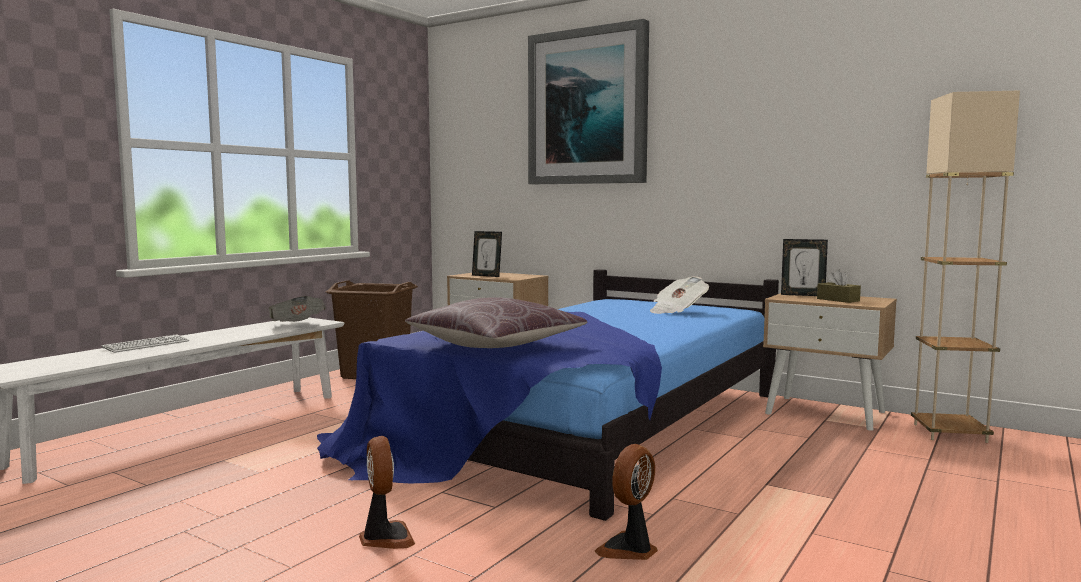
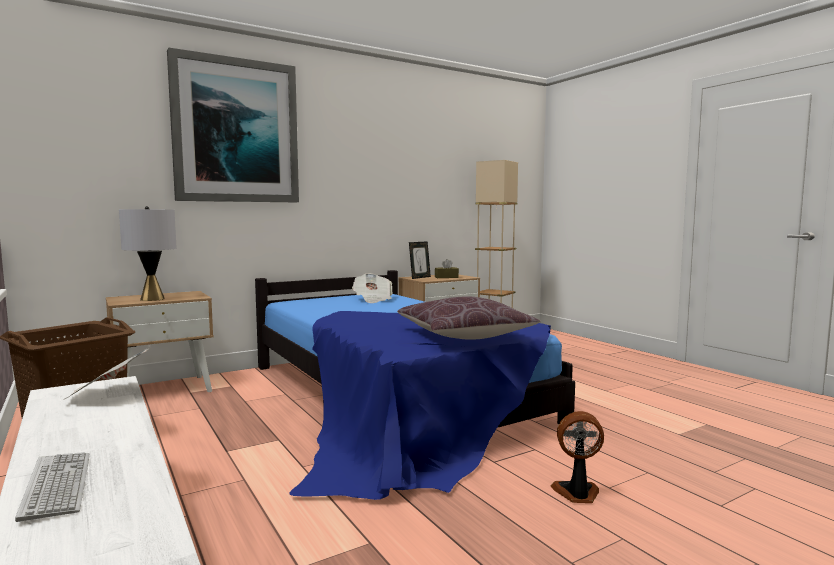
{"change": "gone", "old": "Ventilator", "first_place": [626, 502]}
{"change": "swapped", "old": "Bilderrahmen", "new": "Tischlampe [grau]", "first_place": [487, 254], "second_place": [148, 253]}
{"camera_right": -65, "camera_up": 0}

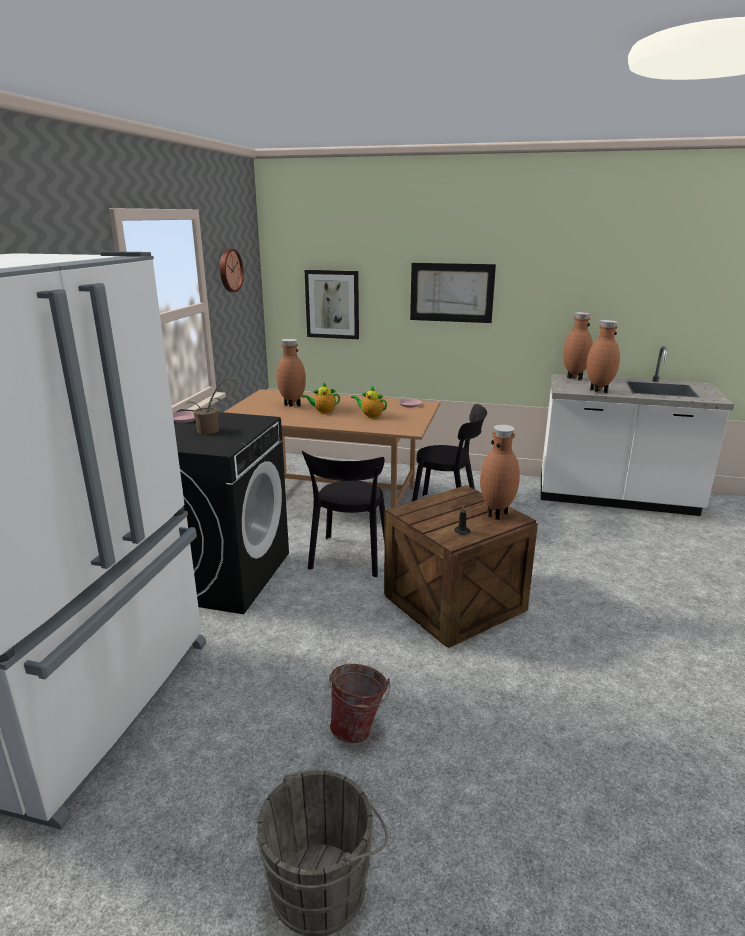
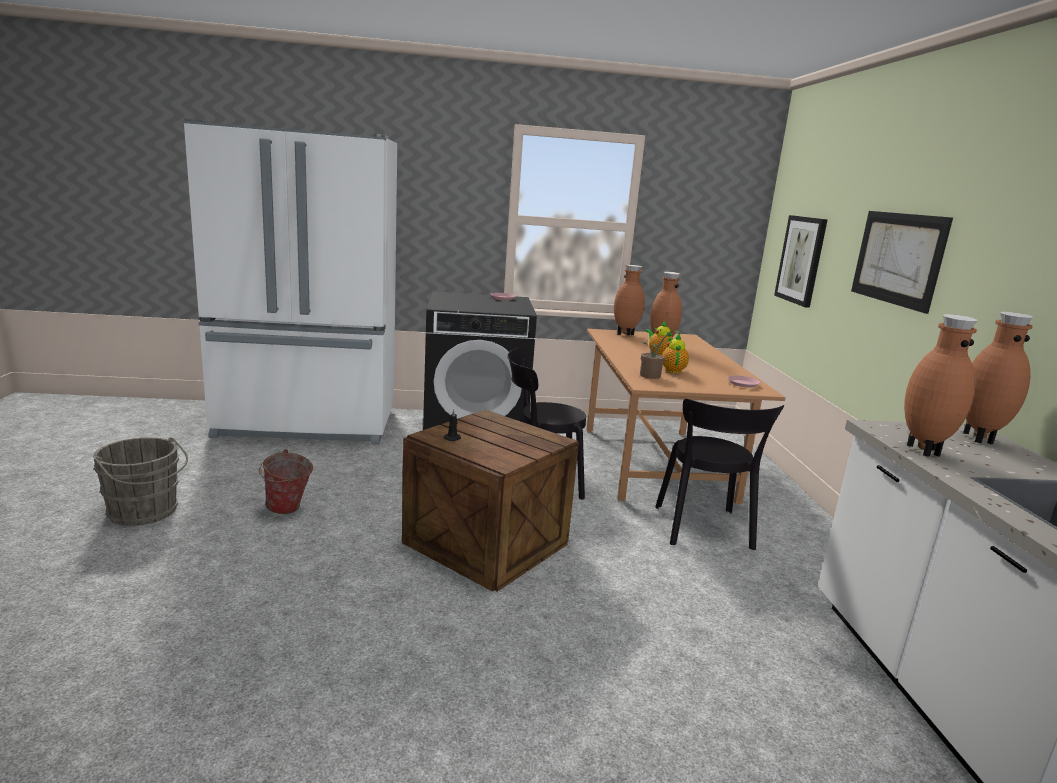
{"change": "gone", "old": "Wanduhr", "first_place": [232, 270]}
{"change": "shifted", "old": "Topfpflanze", "first_place": [211, 405], "second_place": [660, 354]}
{"change": "shifted", "old": "Vase [braun]", "first_place": [500, 472], "second_place": [629, 300]}
{"camera_right": 70, "camera_up": -5}

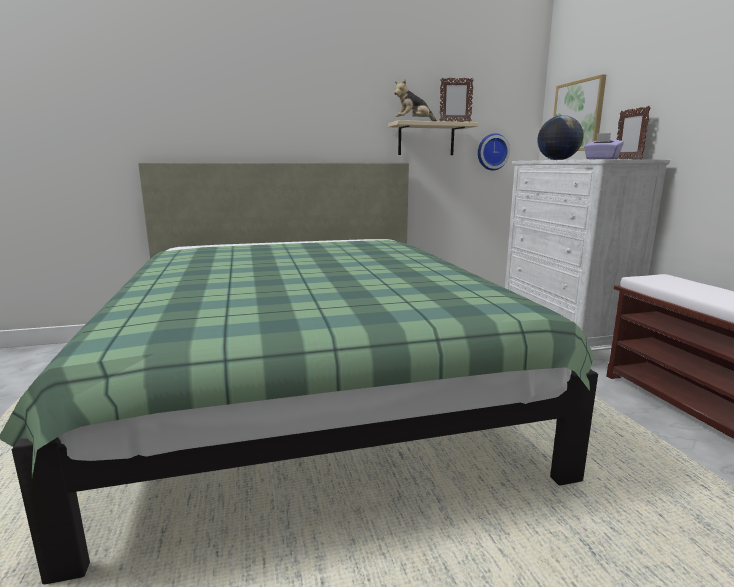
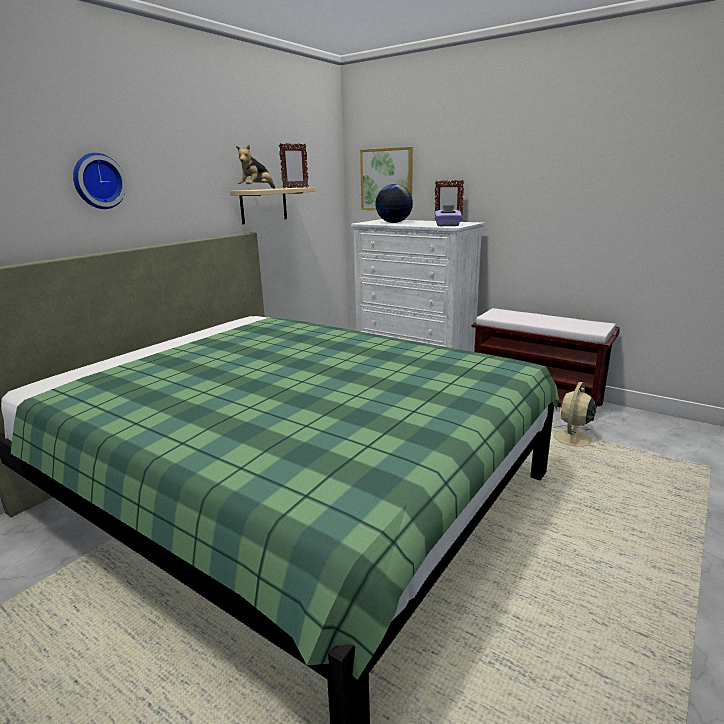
{"change": "new", "new": "Ventilator [beige]", "second_place": [576, 417]}
{"change": "shifted", "old": "Wanduhr", "first_place": [494, 151], "second_place": [99, 181]}
{"camera_right": -40, "camera_up": 5}

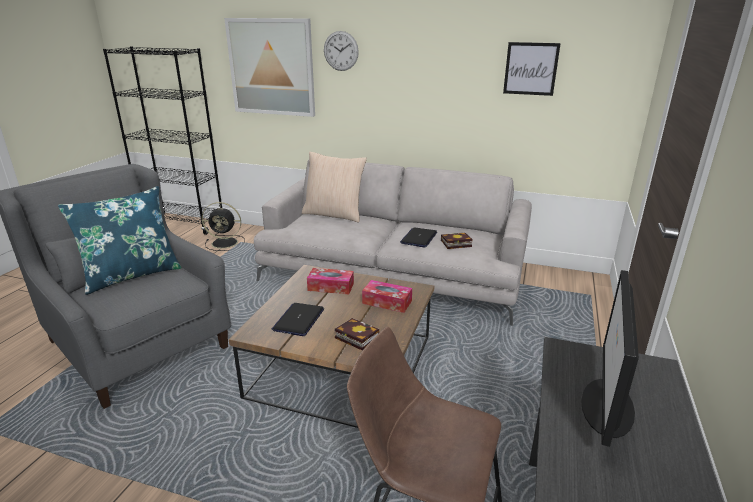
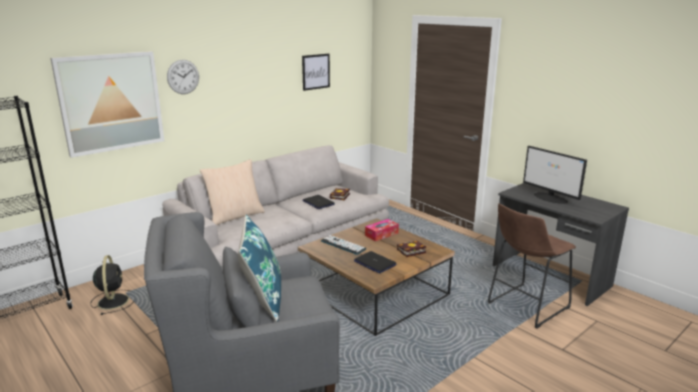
{"change": "swapped", "old": "Taschentuchbox", "new": "Tastatur", "first_place": [330, 281], "second_place": [343, 245]}
{"change": "rotated", "old": "Ventilator [schwarz]", "first_place": [223, 226], "second_place": [112, 285], "degrees": -45}
{"camera_right": -60, "camera_up": -5}

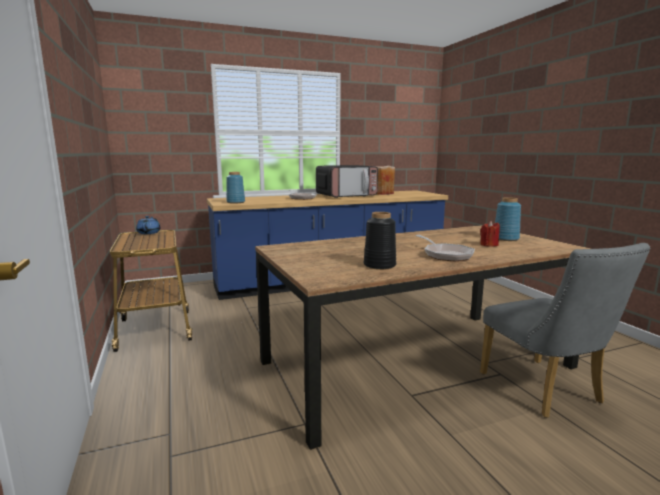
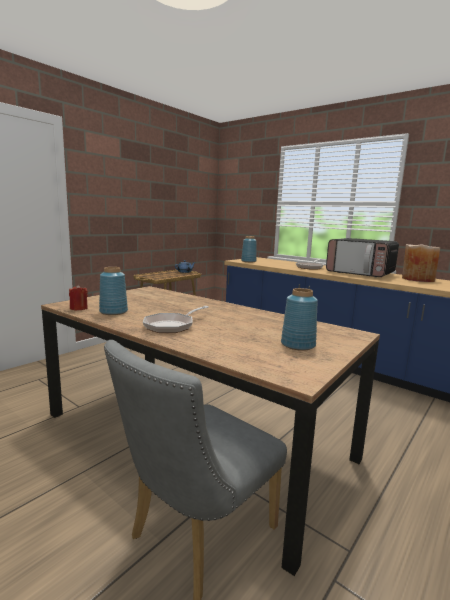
{"change": "shifted", "old": "Kerze [rot]", "first_place": [490, 234], "second_place": [78, 297]}
{"change": "repainted", "old": "Vase [schwarz]", "new": "Vase [blau]", "first_place": [380, 241], "second_place": [113, 291]}
{"camera_right": 60, "camera_up": 0}

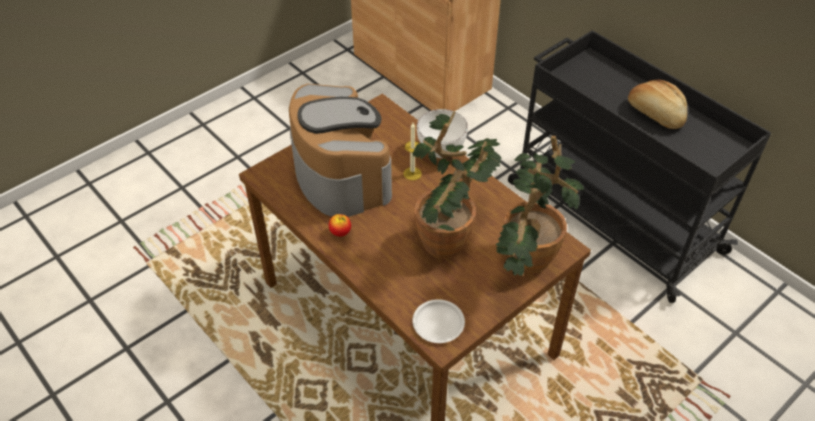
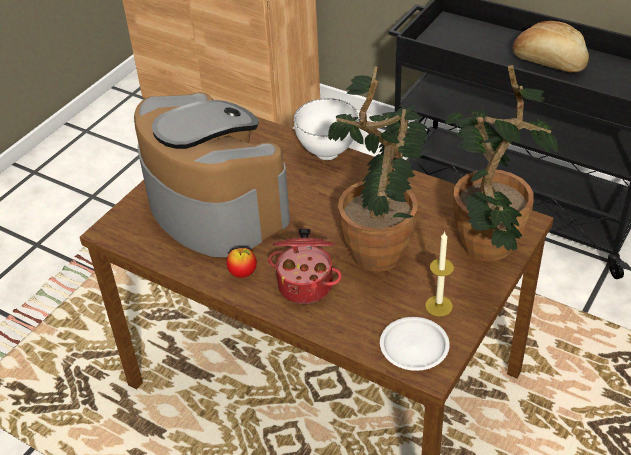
{"change": "new", "new": "Kochtopf", "second_place": [305, 266]}
{"change": "shifted", "old": "Kerze", "first_place": [412, 152], "second_place": [439, 274]}
{"camera_right": -15, "camera_up": -5}

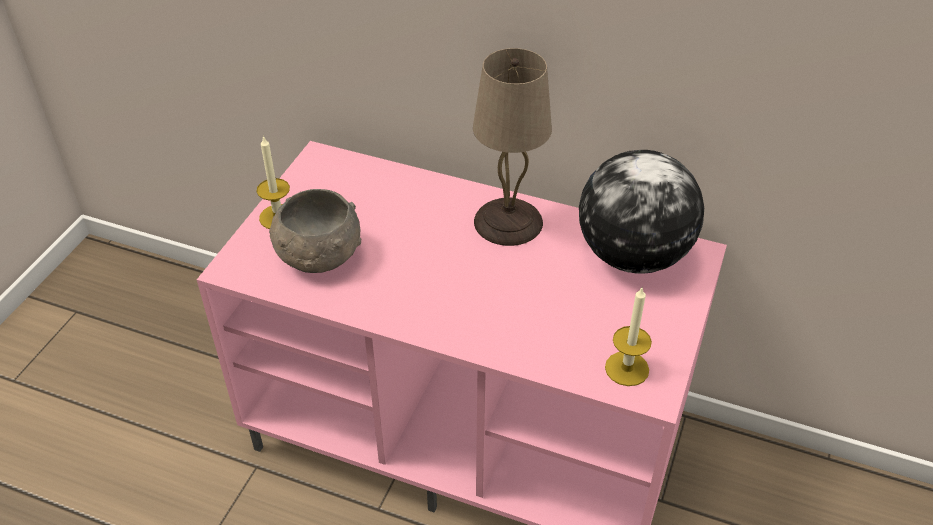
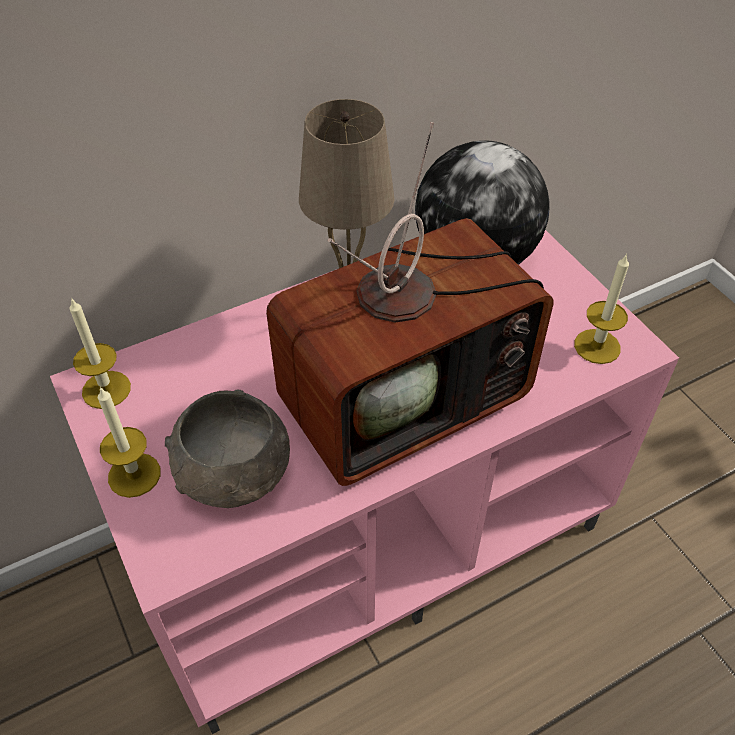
{"change": "new", "new": "Kerze", "second_place": [100, 353]}
{"change": "new", "new": "Fernseher", "second_place": [410, 304]}
{"camera_right": -50, "camera_up": 5}

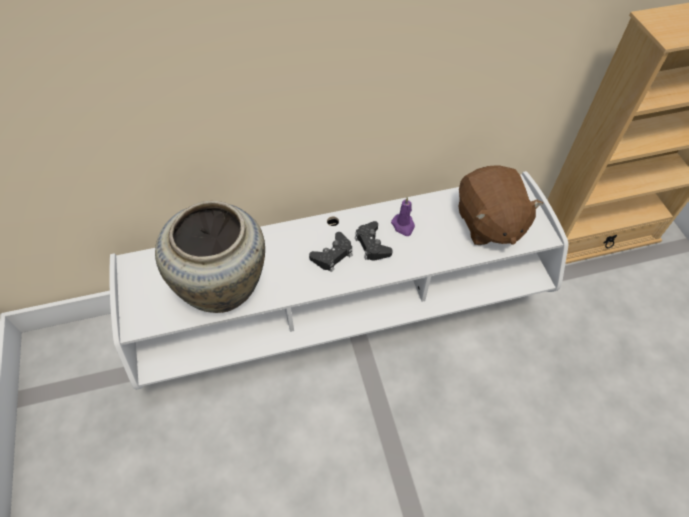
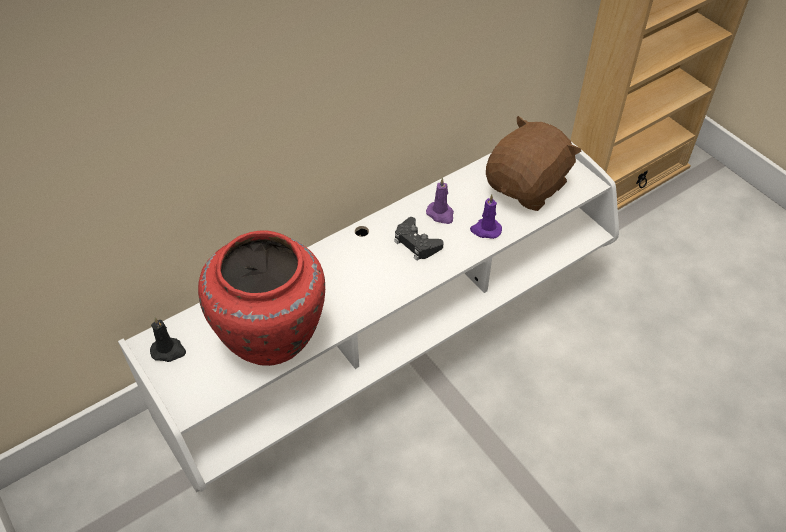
{"change": "gone", "old": "Gamepad [schwarz]", "first_place": [330, 252]}
{"change": "new", "new": "Kerze [schwarz]", "second_place": [168, 339]}
{"change": "new", "new": "Kerze [lila]", "second_place": [486, 216]}
{"change": "repainted", "old": "Vase [beige]", "new": "Vase [rot]", "first_place": [210, 257], "second_place": [261, 298]}
{"change": "rotated", "old": "Plüschtier [braun]", "first_place": [500, 205], "second_place": [533, 163], "degrees": -105}
{"camera_right": -20, "camera_up": -5}

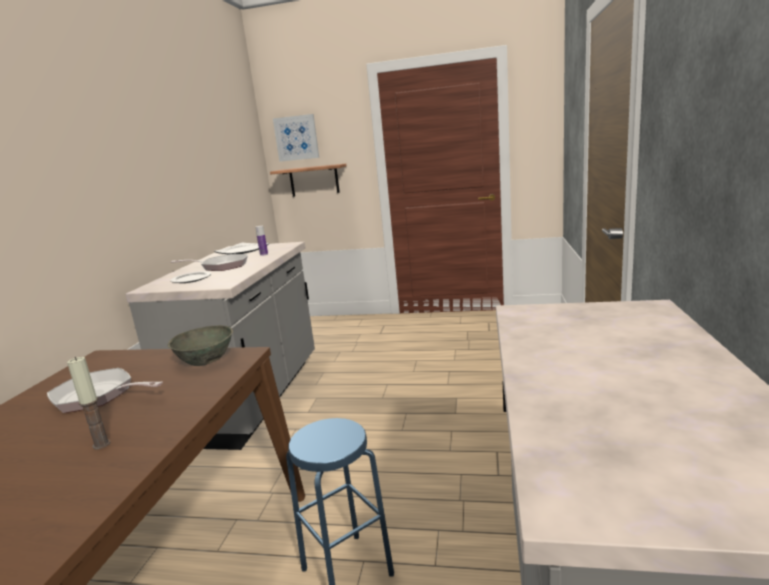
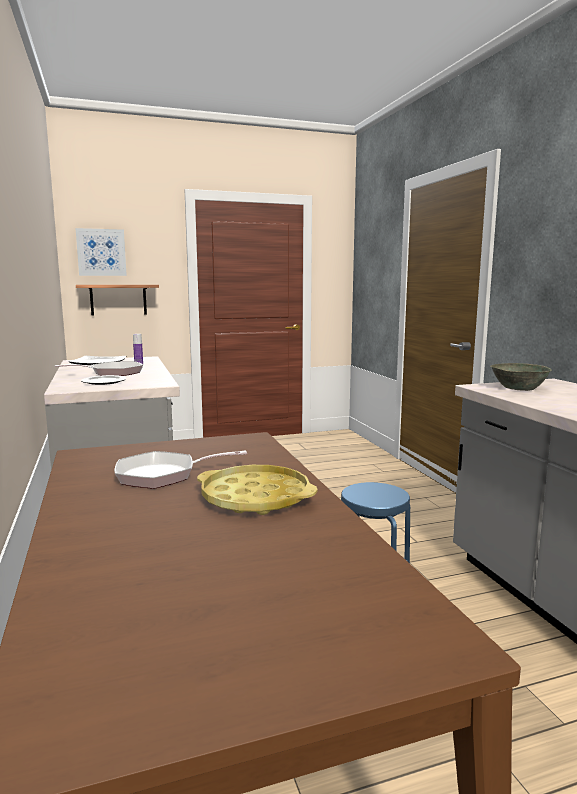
{"change": "shifted", "old": "Schüssel [grau]", "first_place": [200, 345], "second_place": [521, 377]}
{"change": "swapped", "old": "Kerze", "new": "Tablett [gelb]", "first_place": [89, 403], "second_place": [257, 490]}
{"camera_right": -30, "camera_up": -5}

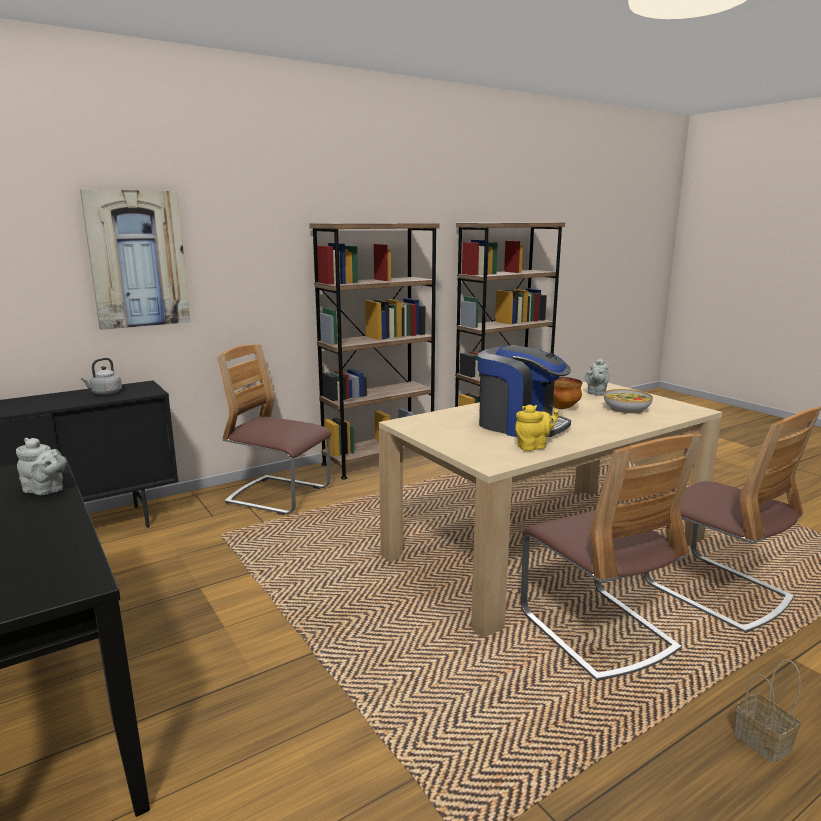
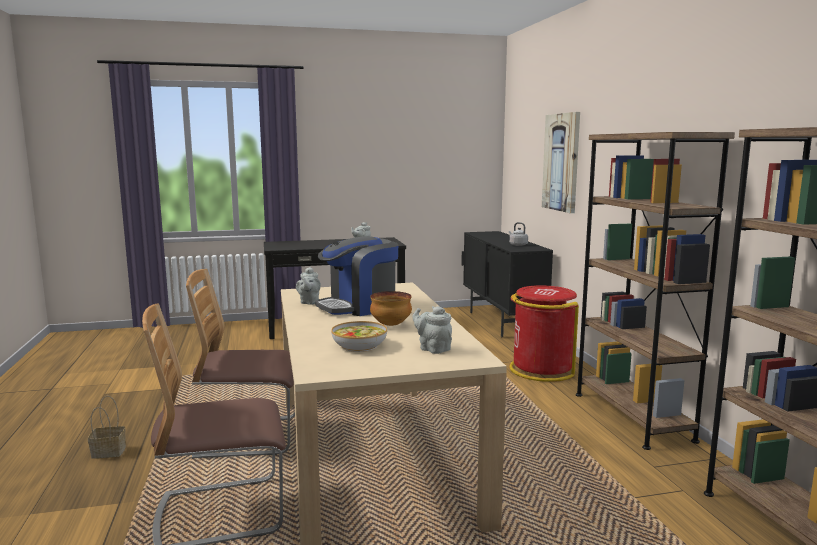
{"change": "swapped", "old": "Stuhl", "new": "Mülleimer [rot]", "first_place": [274, 429], "second_place": [544, 333]}
{"change": "repainted", "old": "Teekanne [gelb]", "new": "Teekanne [grau]", "first_place": [536, 428], "second_place": [308, 286]}
{"camera_right": 110, "camera_up": -5}

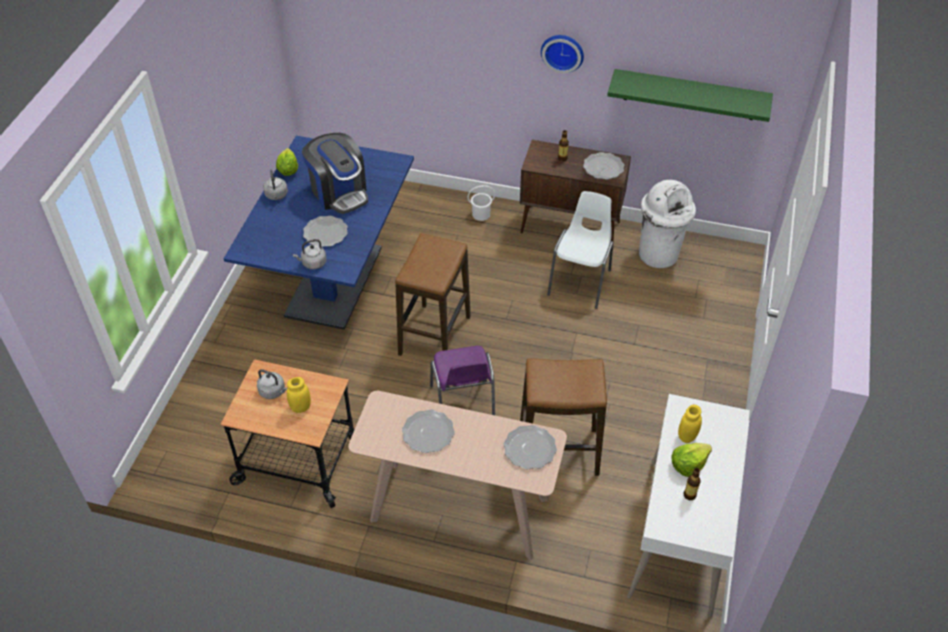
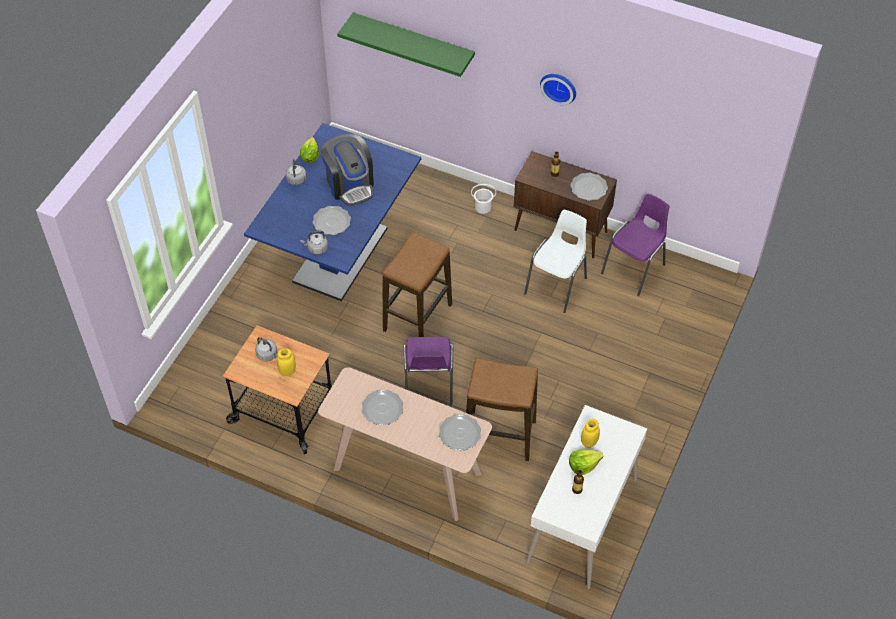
{"change": "shifted", "old": "Wandregal [grün]", "first_place": [690, 95], "second_place": [406, 45]}
{"change": "swapped", "old": "Mülleimer [weiß]", "new": "Stuhl [lila]", "first_place": [667, 224], "second_place": [635, 245]}
{"camera_right": 10, "camera_up": 5}

